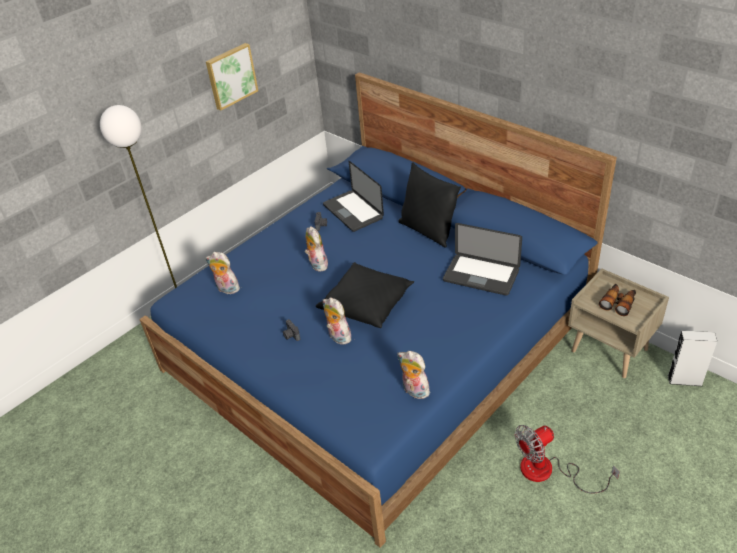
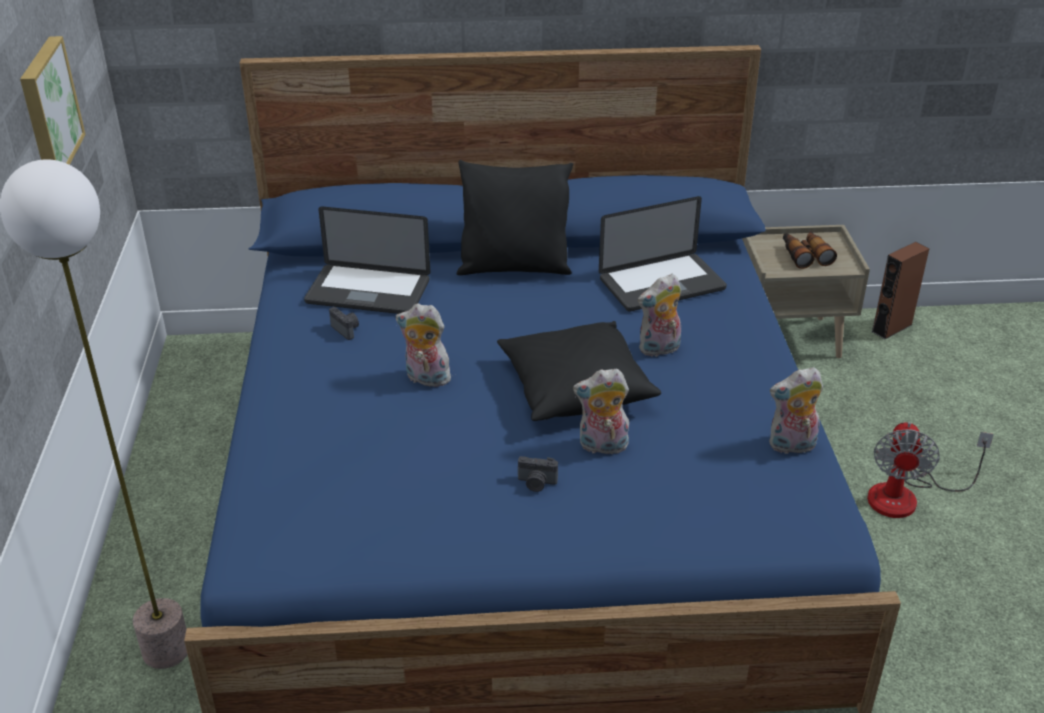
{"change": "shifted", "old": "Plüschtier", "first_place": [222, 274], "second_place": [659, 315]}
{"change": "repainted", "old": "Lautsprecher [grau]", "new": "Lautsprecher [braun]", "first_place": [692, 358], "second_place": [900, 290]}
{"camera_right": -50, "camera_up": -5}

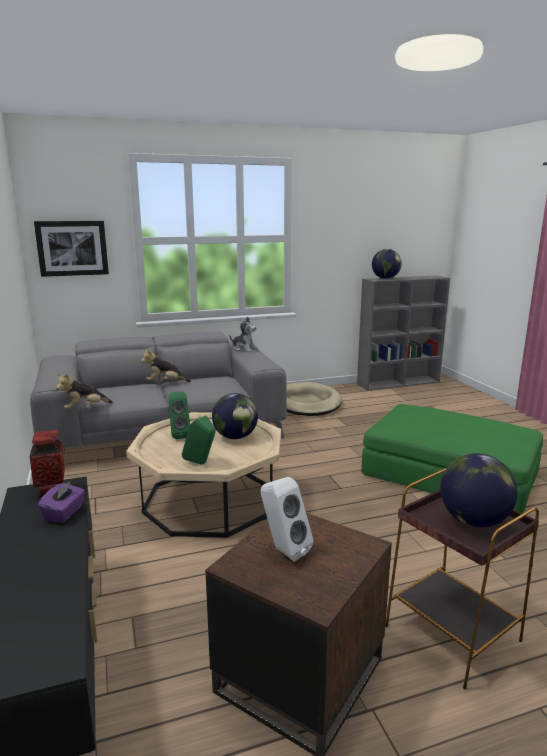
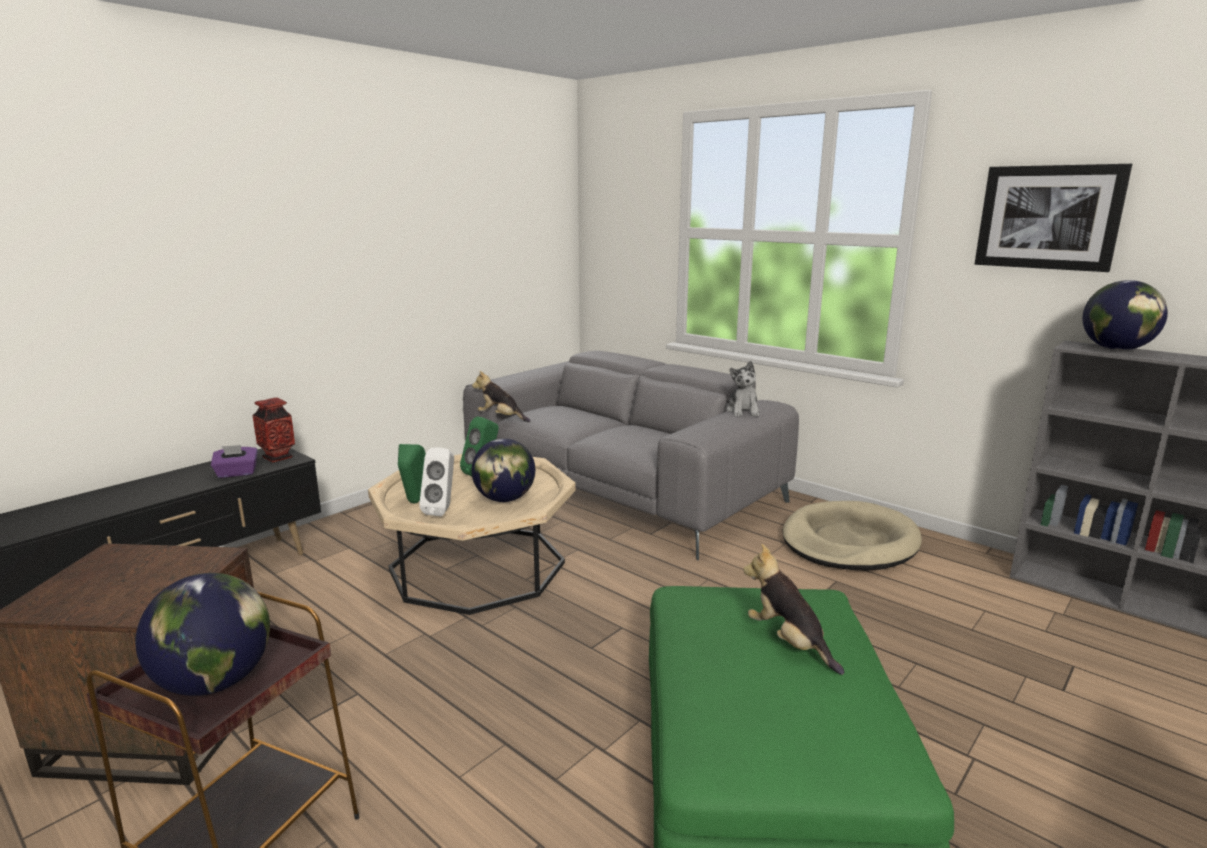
{"change": "shifted", "old": "Bild", "first_place": [71, 249], "second_place": [1053, 218]}
{"change": "shifted", "old": "Plüschtier", "first_place": [166, 365], "second_place": [793, 609]}
{"change": "shifted", "old": "Lautsprecher [weiß]", "first_place": [286, 519], "second_place": [436, 482]}
{"camera_right": 60, "camera_up": 0}

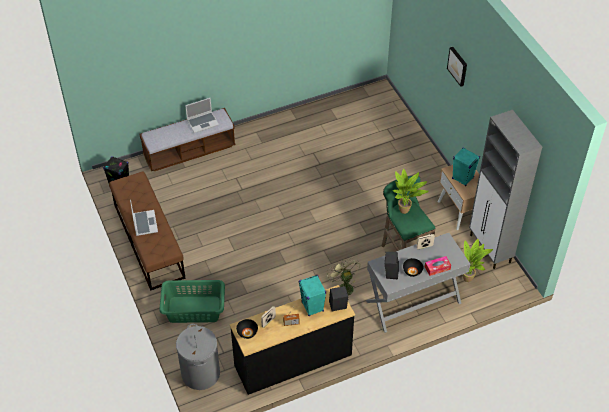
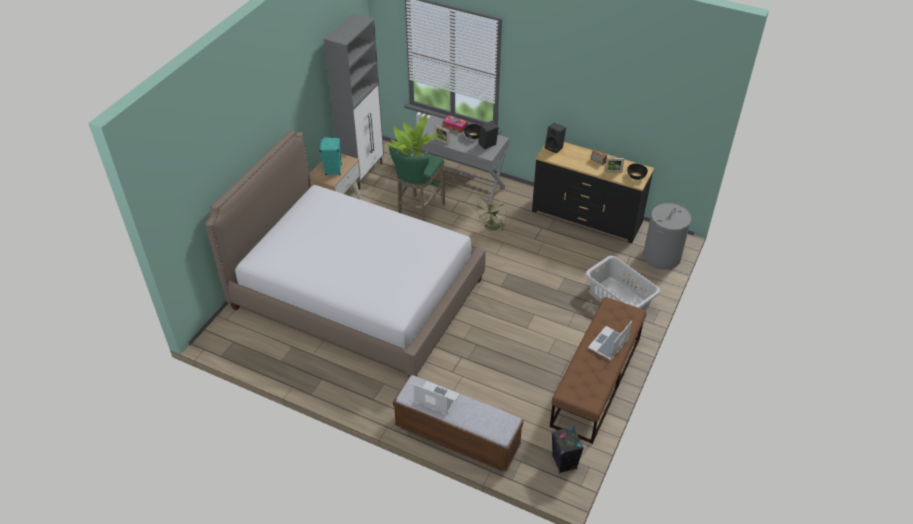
{"change": "gone", "old": "Lautsprecher [türkis]", "first_place": [312, 295]}
{"change": "gone", "old": "Bild", "first_place": [457, 67]}
{"change": "new", "new": "Bett", "second_place": [345, 254]}
{"change": "repainted", "old": "Wäschekorb [grün]", "new": "Wäschekorb [grau]", "first_place": [192, 301], "second_place": [622, 283]}
{"camera_right": -130, "camera_up": -5}

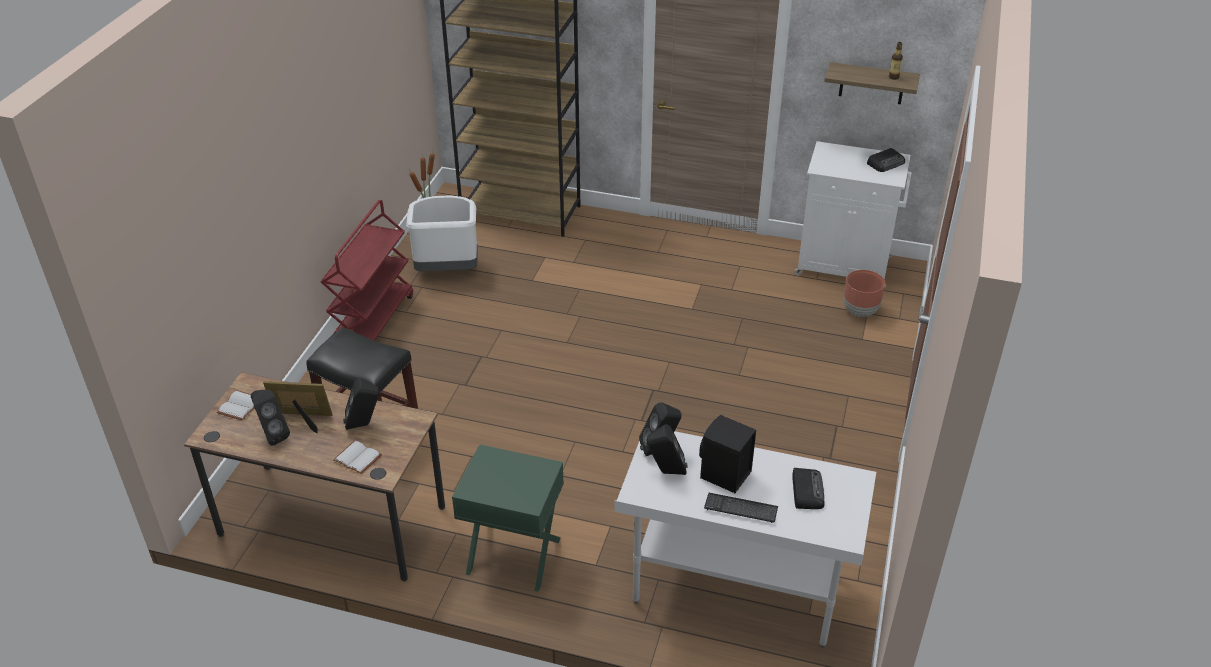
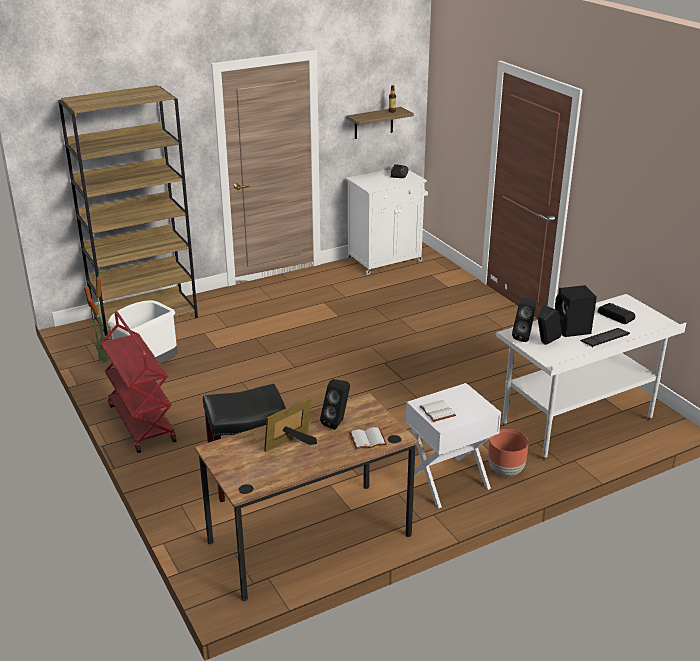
{"change": "gone", "old": "Lautsprecher [schwarz]", "first_place": [270, 417]}
{"change": "shifted", "old": "Buch [weiß]", "first_place": [236, 406], "second_place": [438, 411]}
{"change": "shifted", "old": "Pflanzkübel [braun]", "first_place": [864, 293], "second_place": [508, 453]}
{"change": "repainted", "old": "Nachttisch [grün]", "new": "Nachttisch [weiß]", "first_place": [508, 518], "second_place": [453, 445]}
{"camera_right": -45, "camera_up": -10}

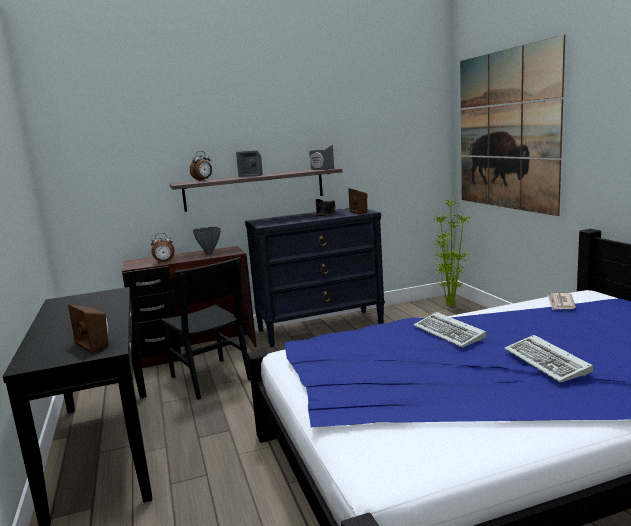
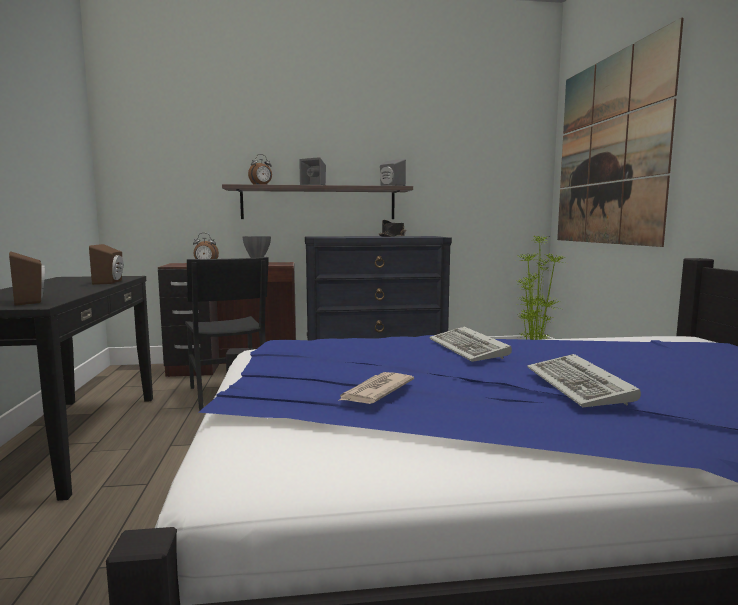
{"change": "shifted", "old": "Lautsprecher [braun]", "first_place": [358, 201], "second_place": [106, 264]}
{"change": "shifted", "old": "Zeitung", "first_place": [562, 301], "second_place": [376, 388]}
{"camera_right": 10, "camera_up": -5}

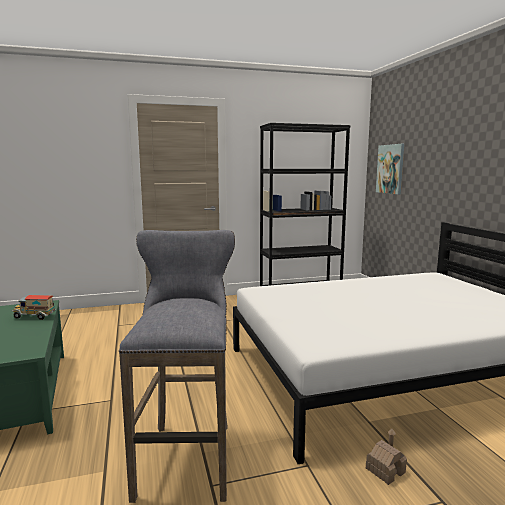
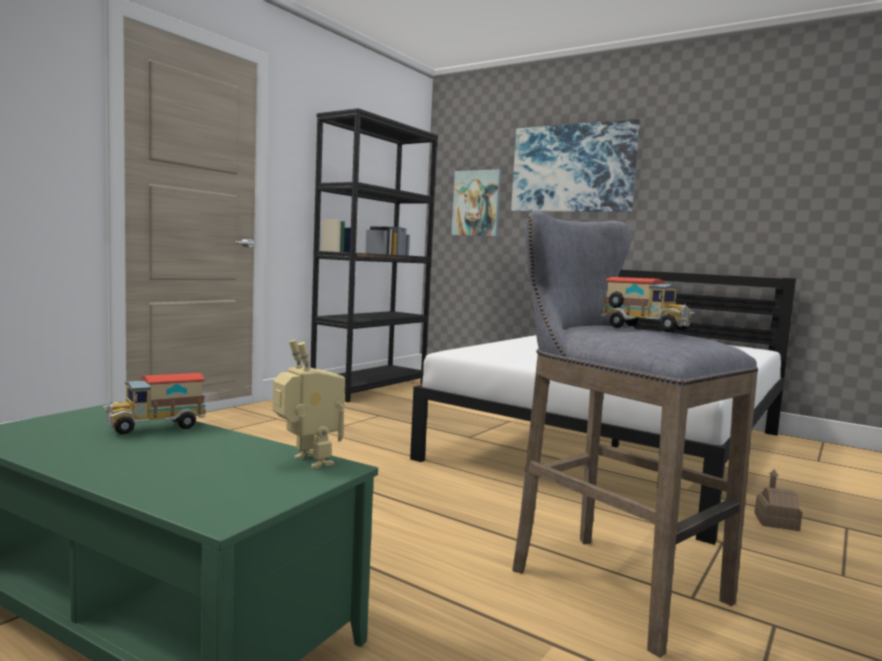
{"change": "new", "new": "Spielzeugroboter", "second_place": [308, 404]}
{"change": "new", "new": "Bild", "second_place": [575, 165]}
{"change": "new", "new": "Spielzeuglaster", "second_place": [647, 304]}
{"camera_right": -40, "camera_up": -5}

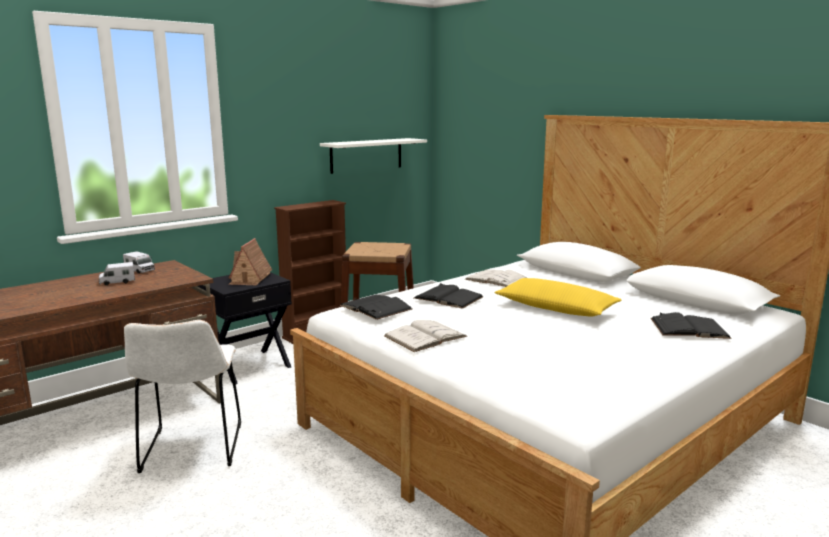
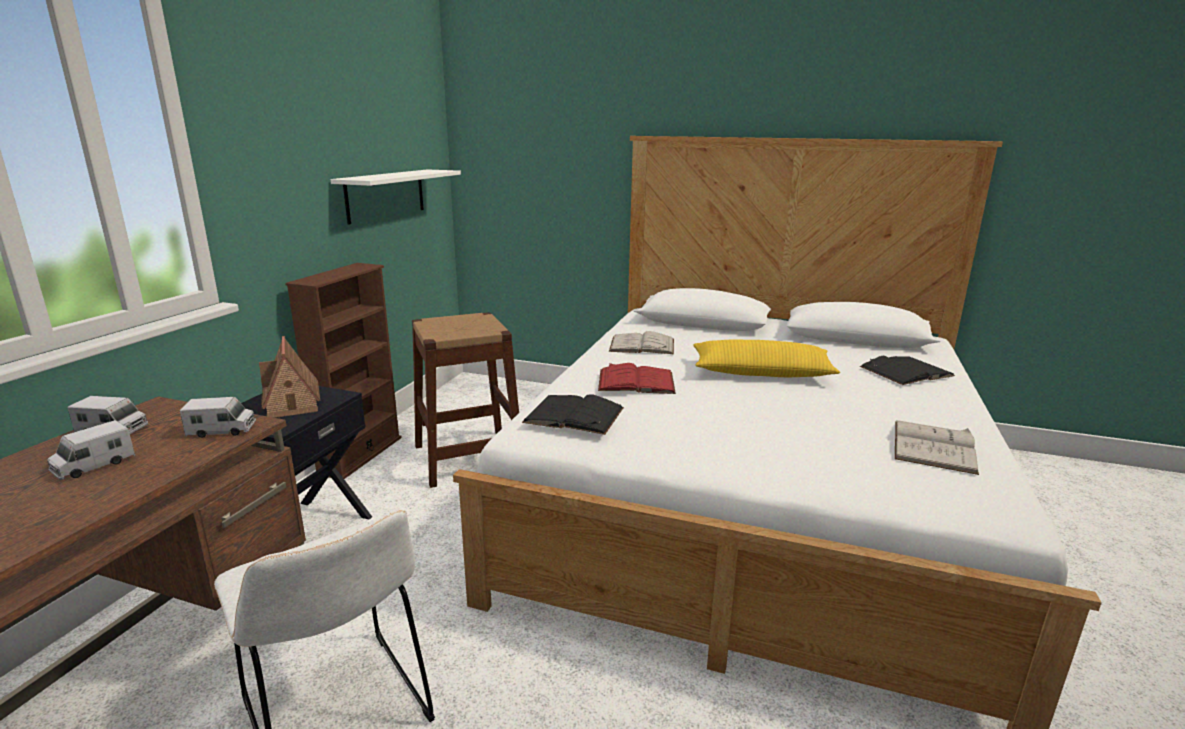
{"change": "new", "new": "Spielzeuglaster", "second_place": [218, 417]}
{"change": "shifted", "old": "Buch [weiß]", "first_place": [425, 336], "second_place": [937, 447]}
{"change": "repainted", "old": "Buch [schwarz]", "new": "Buch [rot]", "first_place": [448, 296], "second_place": [637, 378]}
{"camera_right": -30, "camera_up": 5}

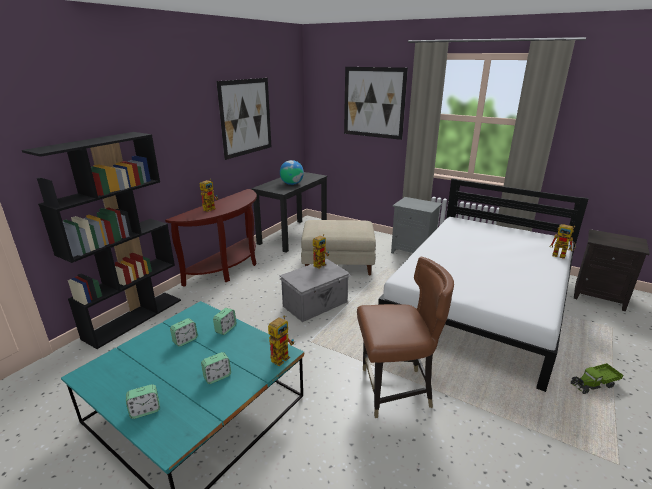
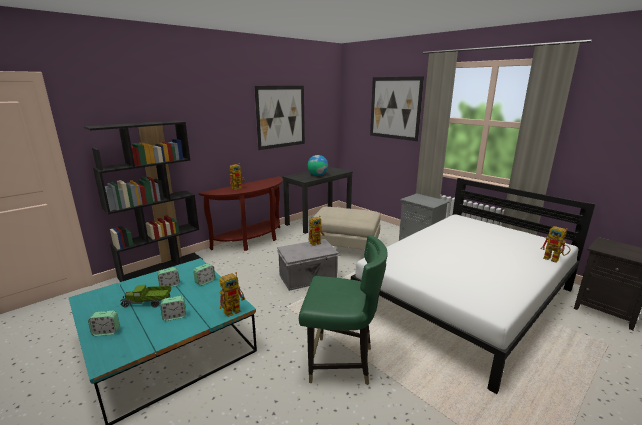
{"change": "shifted", "old": "Spielzeuglaster", "first_place": [596, 378], "second_place": [145, 296]}
{"change": "repainted", "old": "Stuhl [braun]", "new": "Stuhl [grün]", "first_place": [405, 337], "second_place": [343, 310]}
{"camera_right": 15, "camera_up": -5}

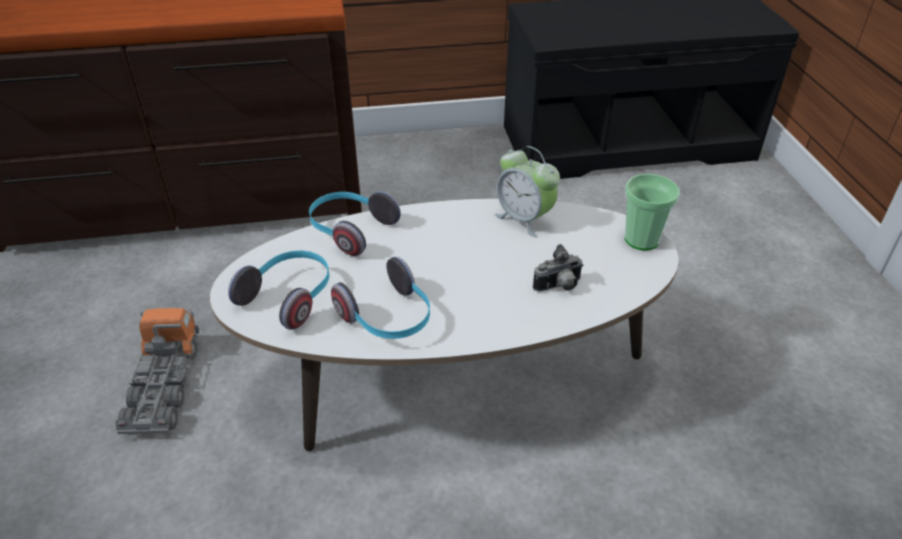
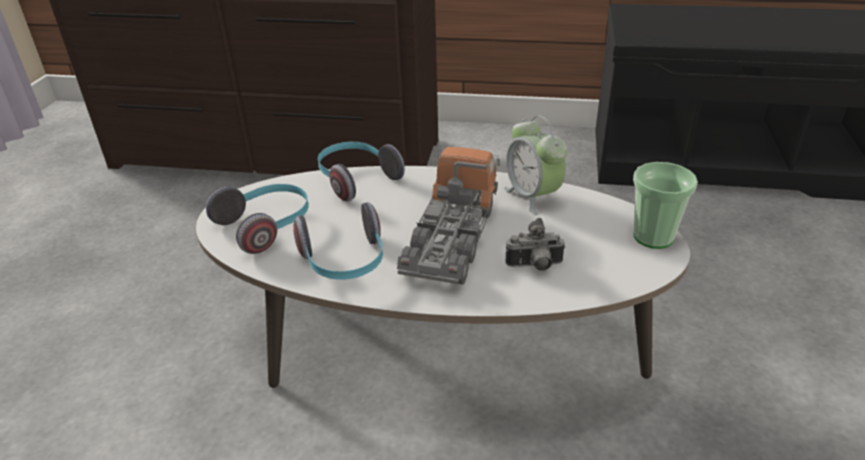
{"change": "shifted", "old": "Spielzeuglaster", "first_place": [157, 371], "second_place": [448, 216]}
{"camera_right": 20, "camera_up": -5}

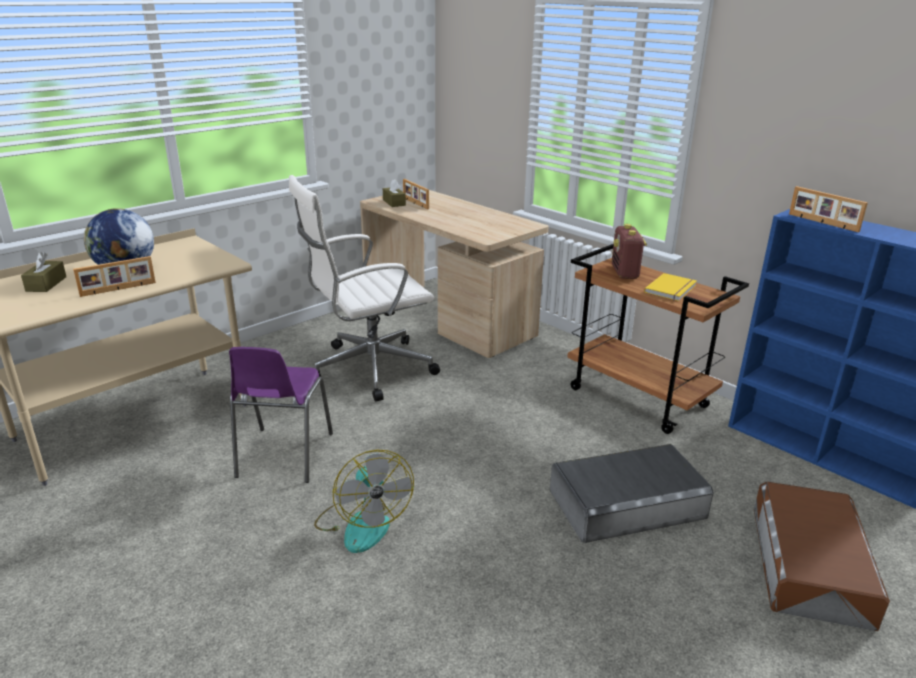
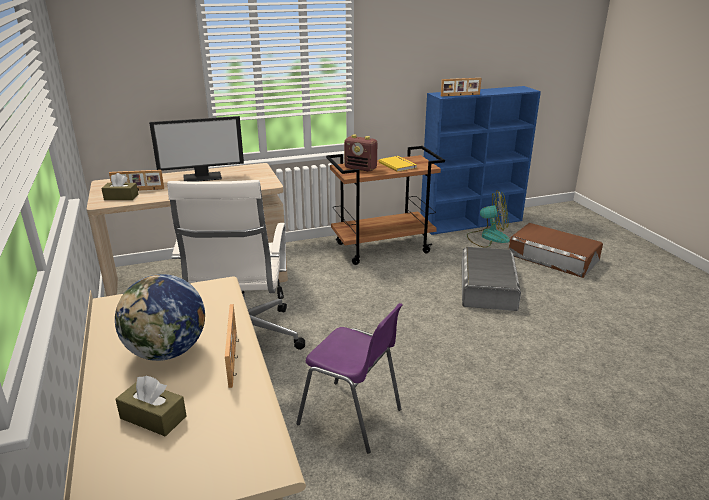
{"change": "new", "new": "Monitor", "second_place": [196, 149]}
{"change": "shifted", "old": "Ventilator", "first_place": [364, 501], "second_place": [488, 219]}
{"camera_right": -65, "camera_up": 0}

